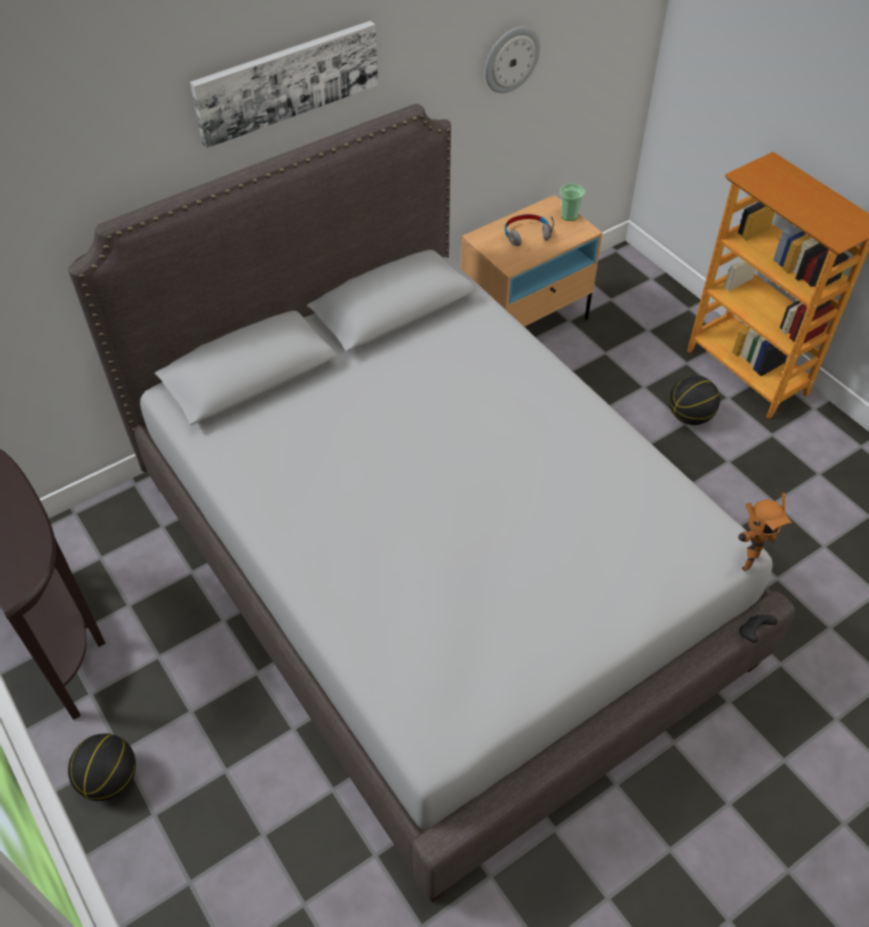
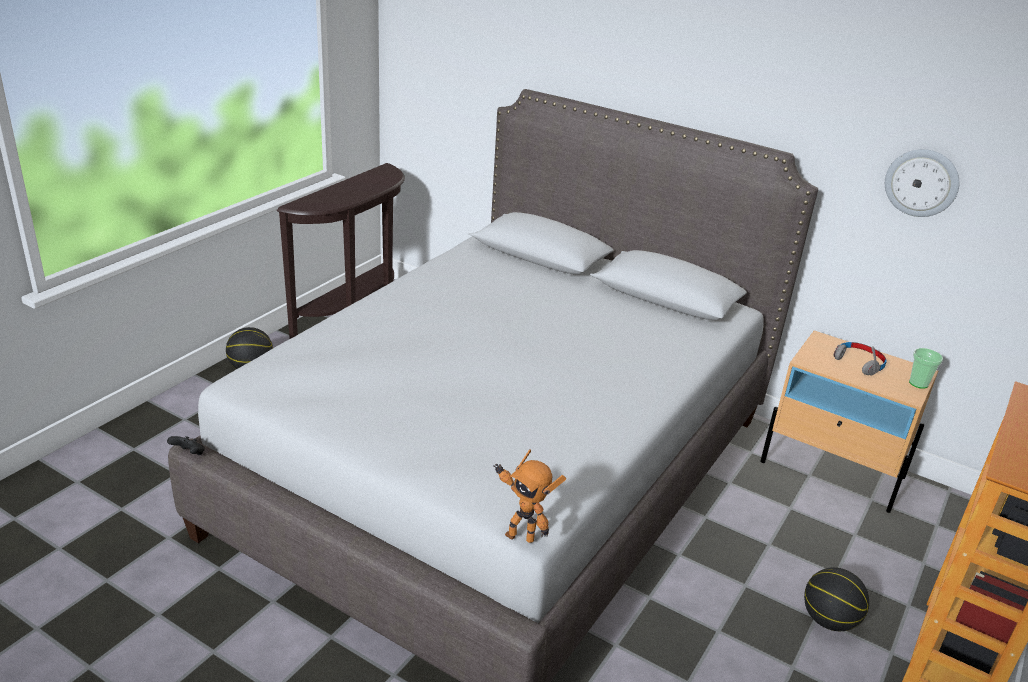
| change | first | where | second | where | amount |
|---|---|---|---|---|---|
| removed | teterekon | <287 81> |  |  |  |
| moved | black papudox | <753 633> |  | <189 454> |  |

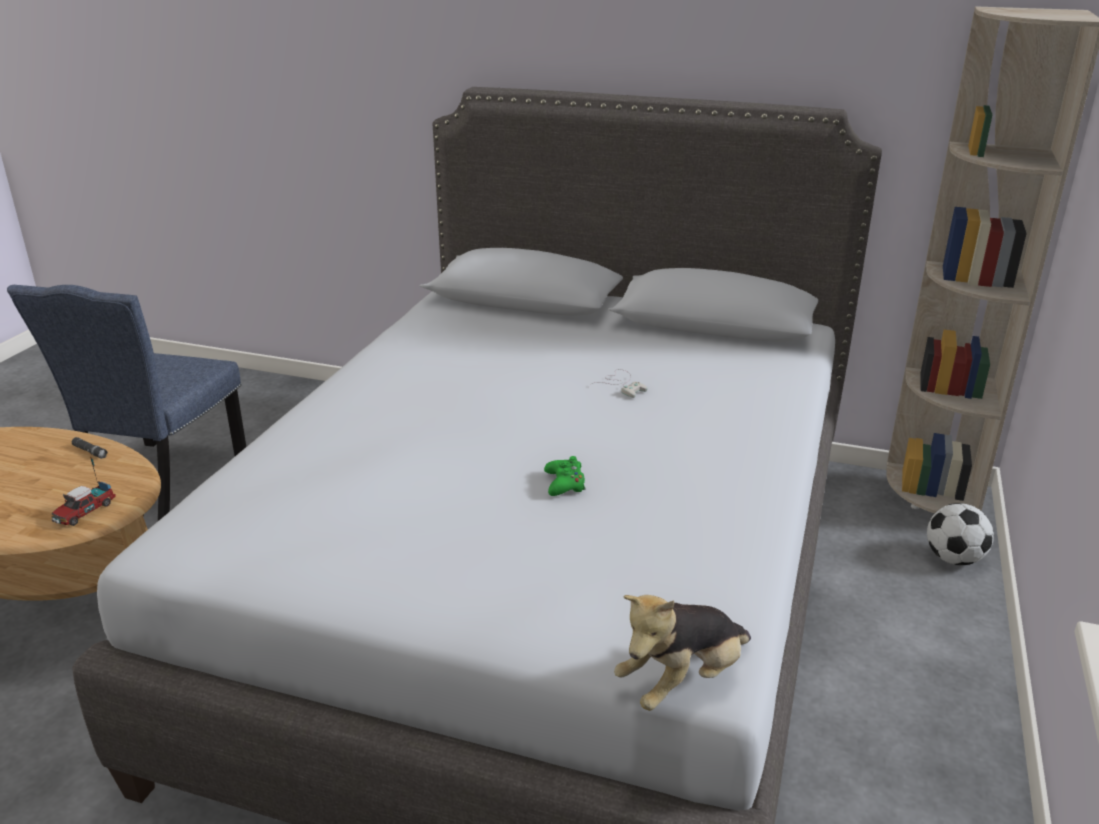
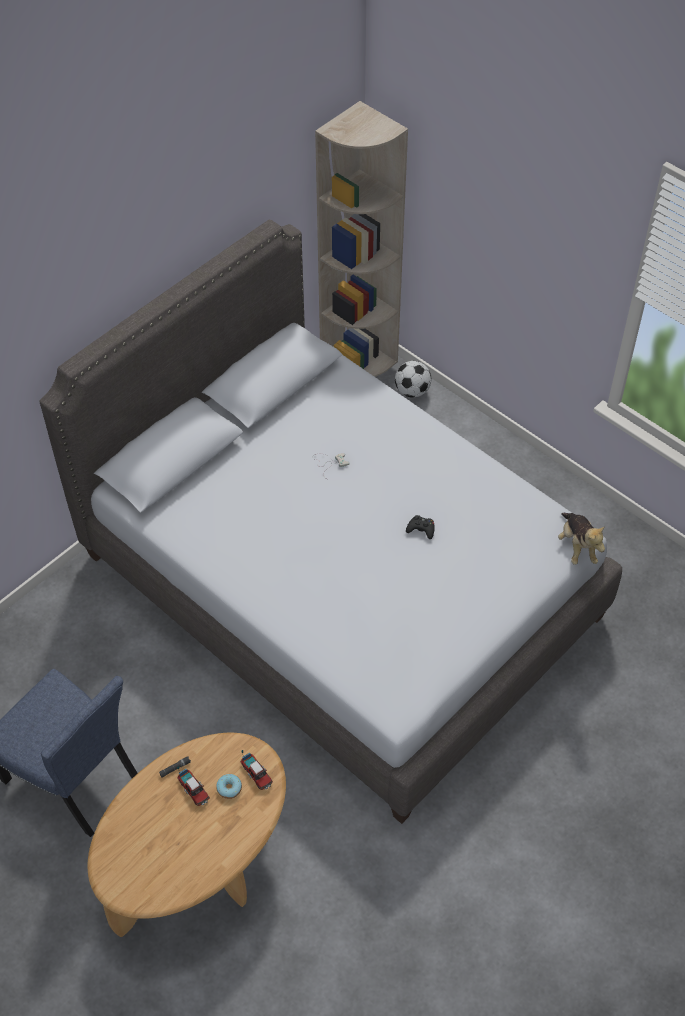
| change | first | where | second | where | amount |
|---|---|---|---|---|---|
| added |  |  | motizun | <194 790> |  |
| added |  |  | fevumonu | <229 788> |  |
| recoloured | green papudox | <565 484> | black papudox | <421 529> |  |

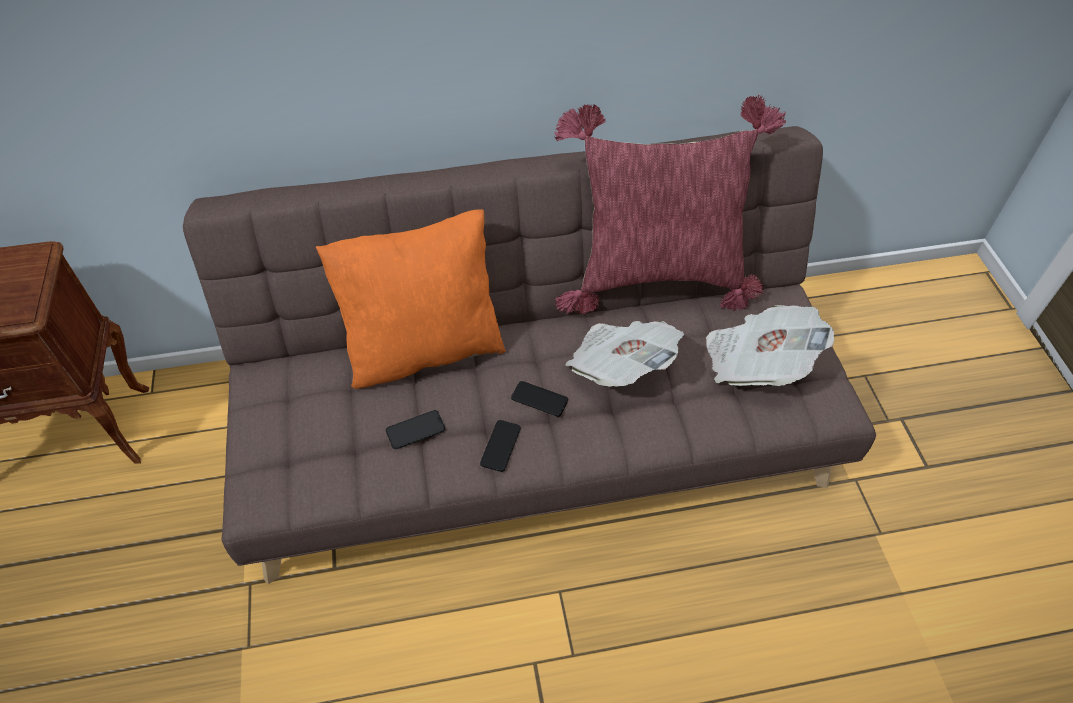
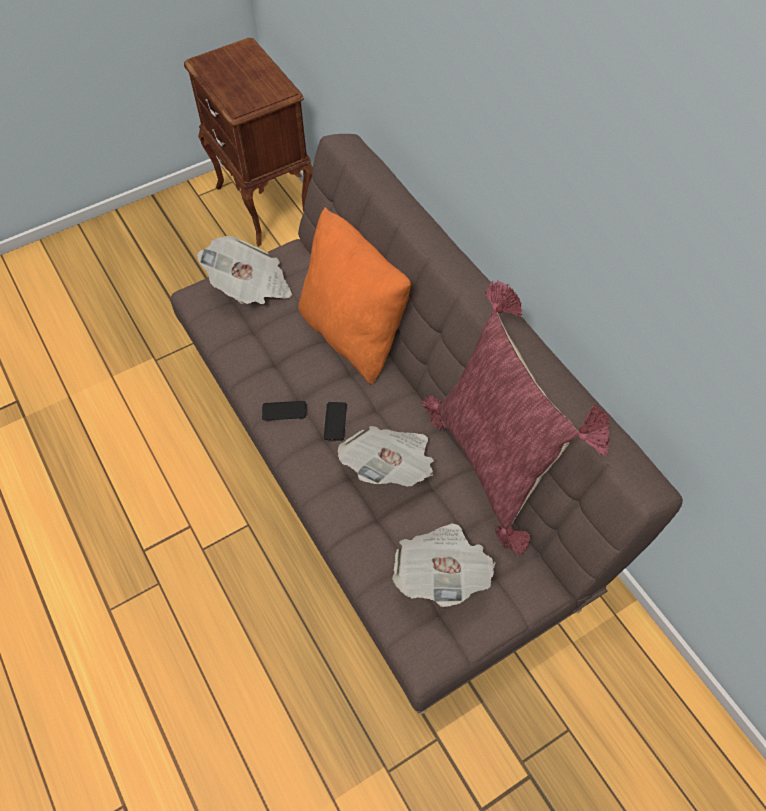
| change | first | where | second | where | amount |
|---|---|---|---|---|---|
| removed | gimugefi | <415 430> |  |  |  |
| added |  |  | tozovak | <250 287> |  |

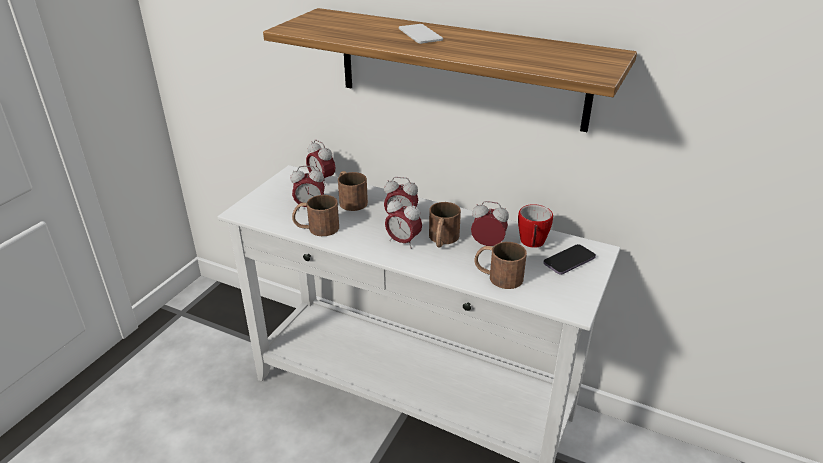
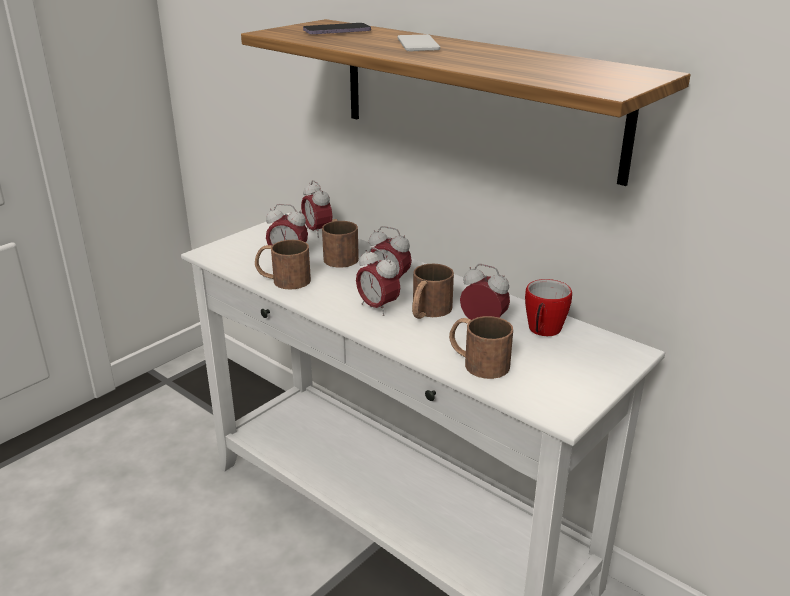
| change | first | where | second | where | amount |
|---|---|---|---|---|---|
| moved | gimugefi | <569 261> |  | <337 32> |  |

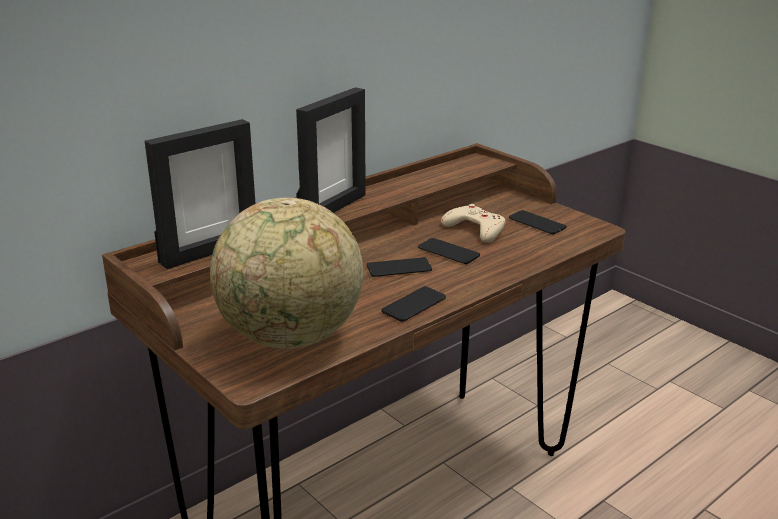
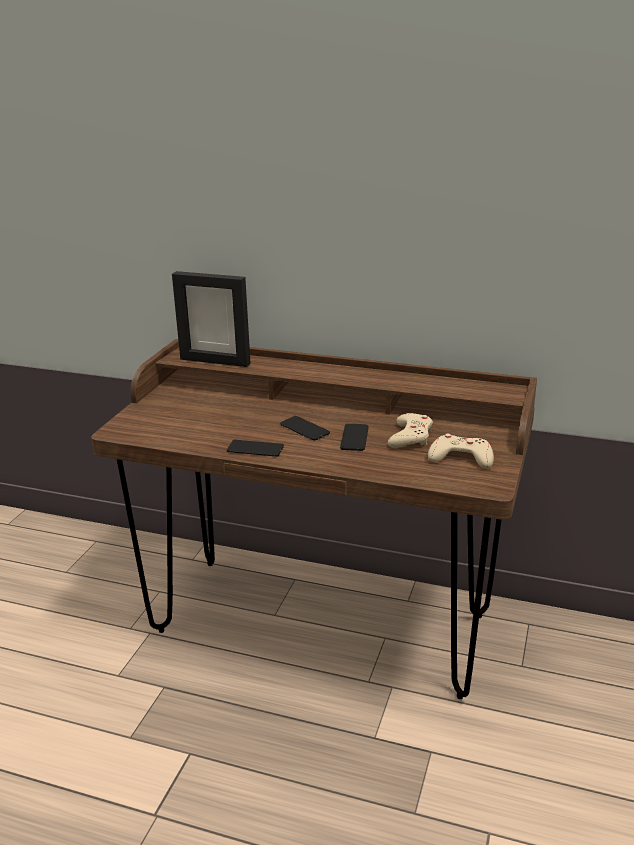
| change | first | where | second | where | amount |
|---|---|---|---|---|---|
| removed | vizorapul | <291 338> |  |  |  |
| removed | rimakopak | <332 207> |  |  |  |
| replaced | gimugefi | <537 223> | beige papudox | <461 457> |  |

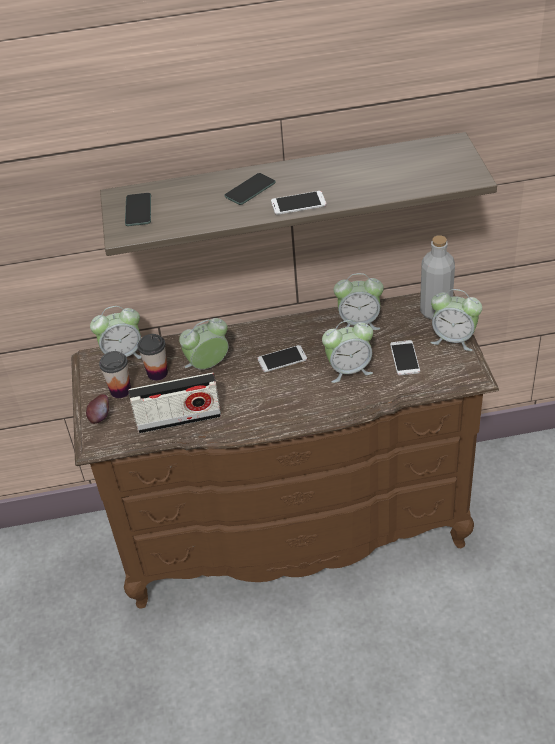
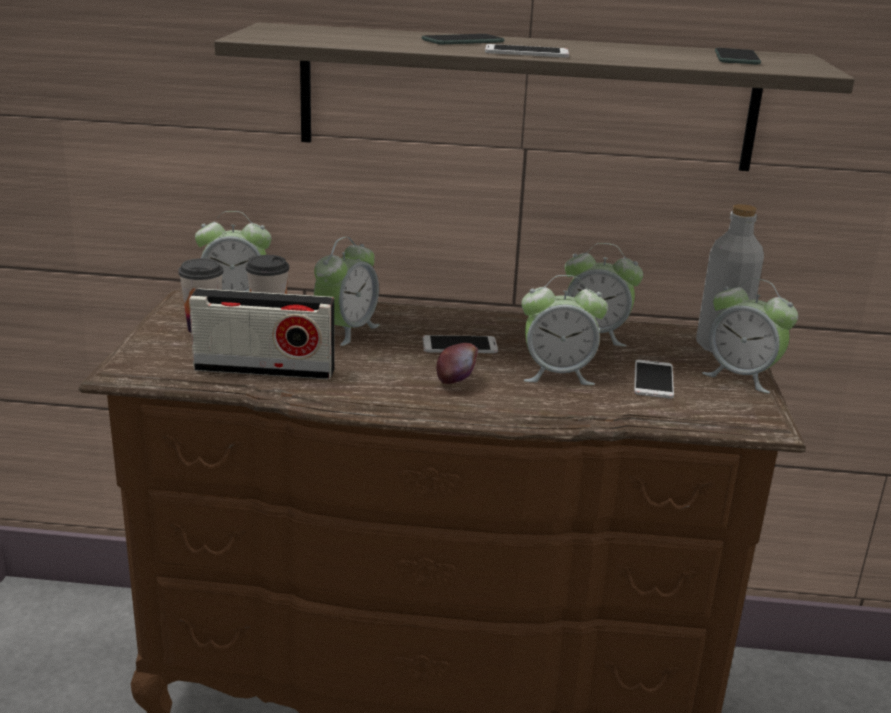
| change | first | where | second | where | amount |
|---|---|---|---|---|---|
| moved | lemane | <100 418> |  | <455 382> |  |
| moved | gimugefi | <138 210> |  | <736 58> |  |
| turned | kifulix | <208 365> |  | <346 331> | 135 degrees clockwise |

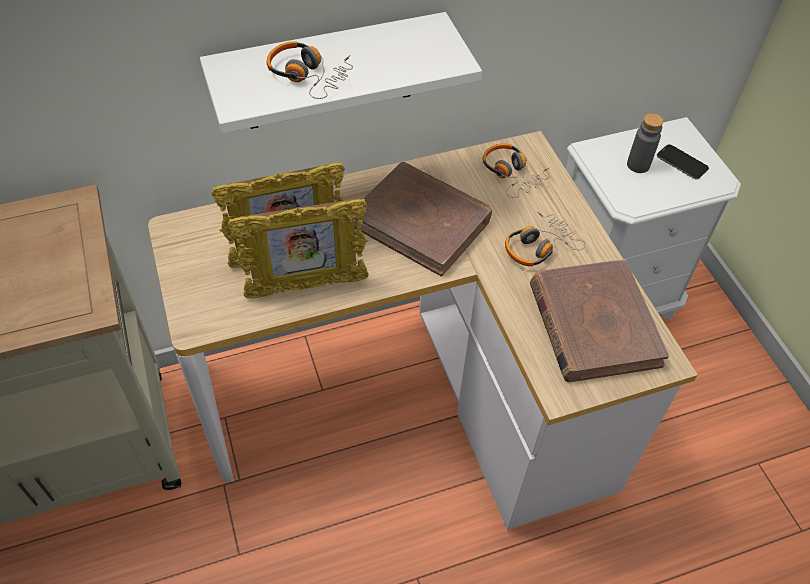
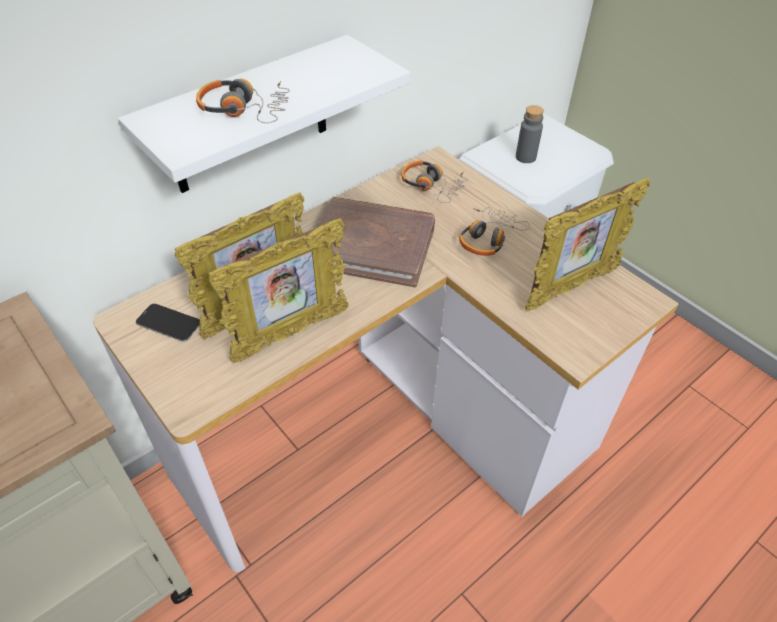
| change | first | where | second | where | amount |
|---|---|---|---|---|---|
| moved | gimugefi | <682 163> |  | <169 323> |  |
| replaced | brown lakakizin | <593 324> | rimakopak | <570 288> |  |

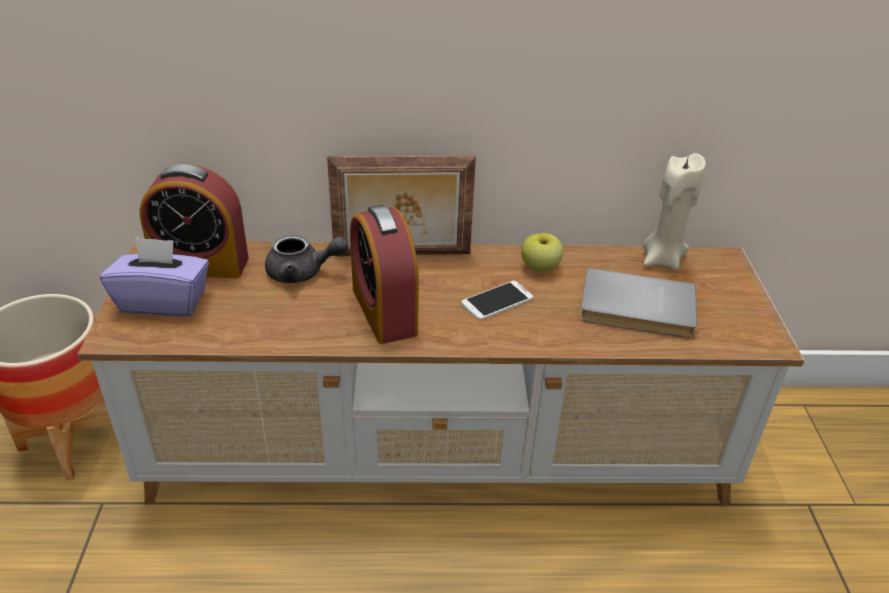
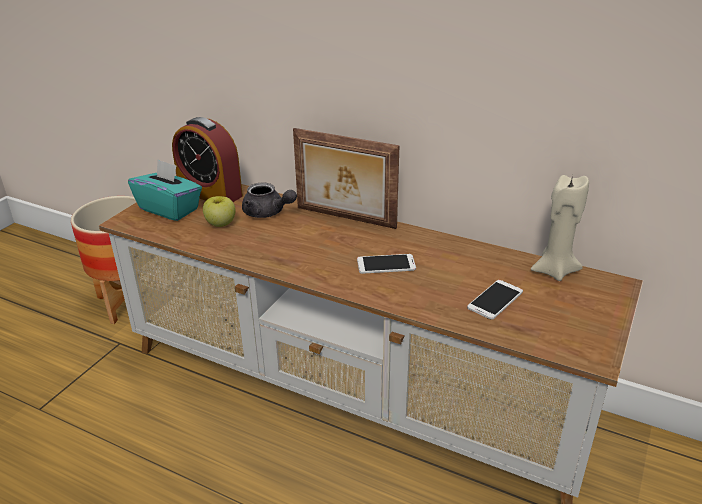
| change | first | where | second | where | amount |
|---|---|---|---|---|---|
| removed | kifulix | <384 311> |  |  |  |
| moved | lemane | <540 268> |  | <220 224> |  |
| replaced | grey lakakizin | <637 309> | gimugefi | <495 300> |  |
| recoloured | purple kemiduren | <164 301> | turquoise kemiduren | <169 209> |  |

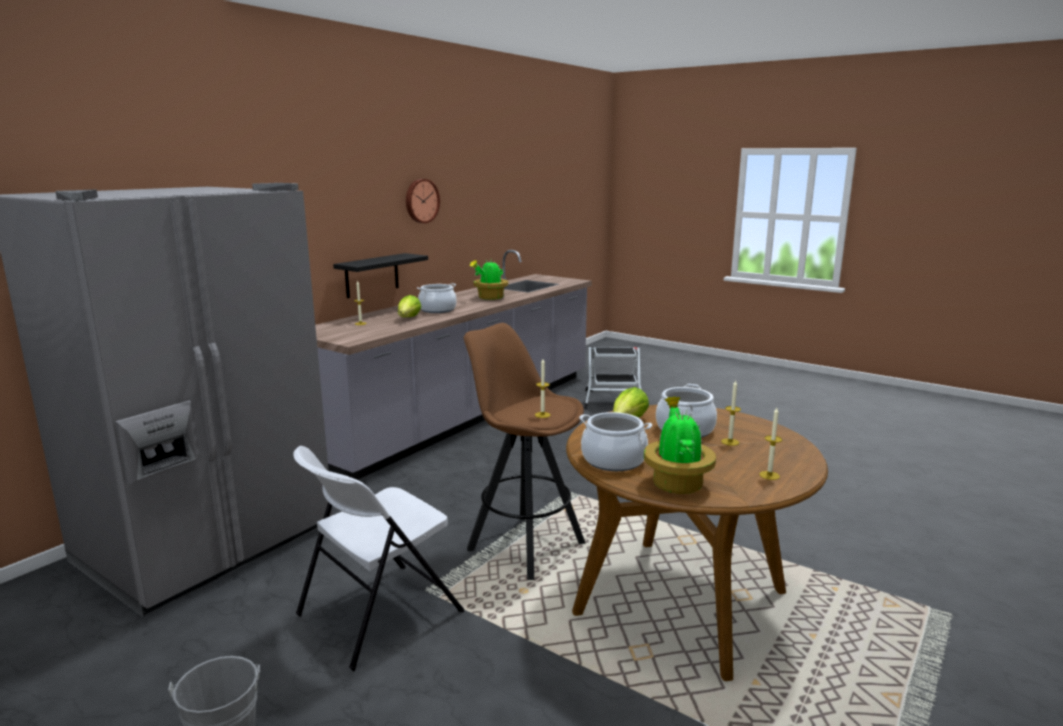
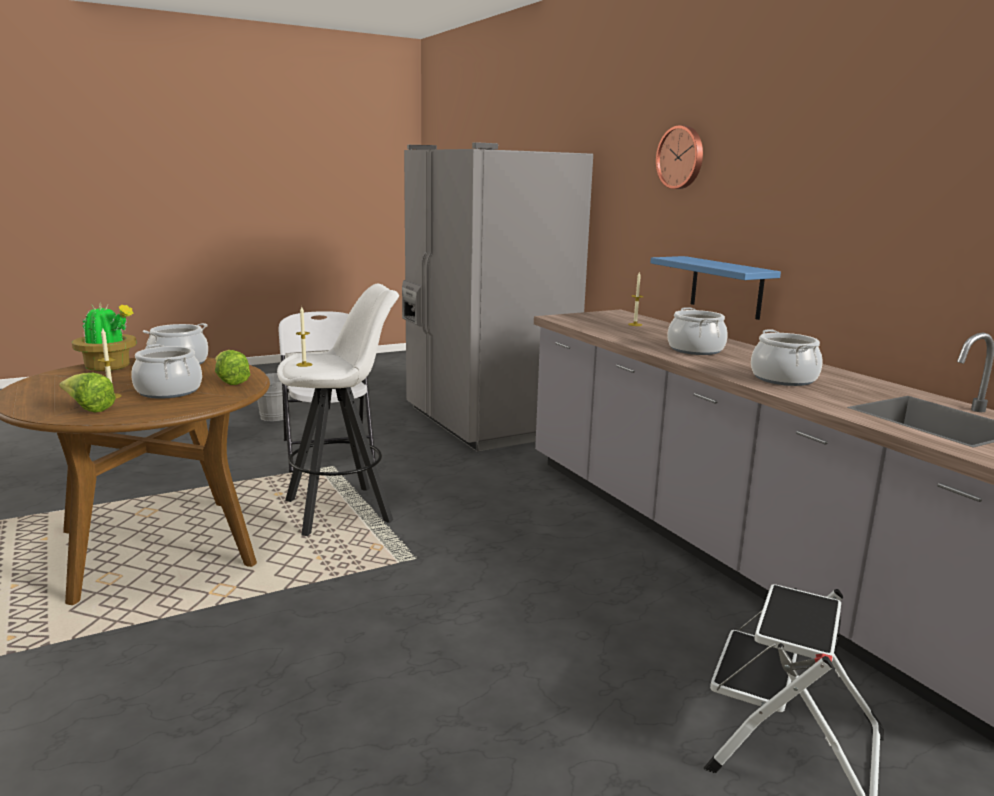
| change | first | where | second | where | amount |
|---|---|---|---|---|---|
| removed | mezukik | <769 475> |  |  |  |
| moved | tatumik | <408 318> |  | <88 409> |  |
| moved | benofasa | <421 201> |  | <681 157> |  |
| replaced | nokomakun | <489 298> | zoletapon | <783 379> |  |
| recoloured | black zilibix | <372 275> | blue zilibix | <726 287> |  |
| recoloured | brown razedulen | <523 544> | white razedulen | <342 510> |  |

